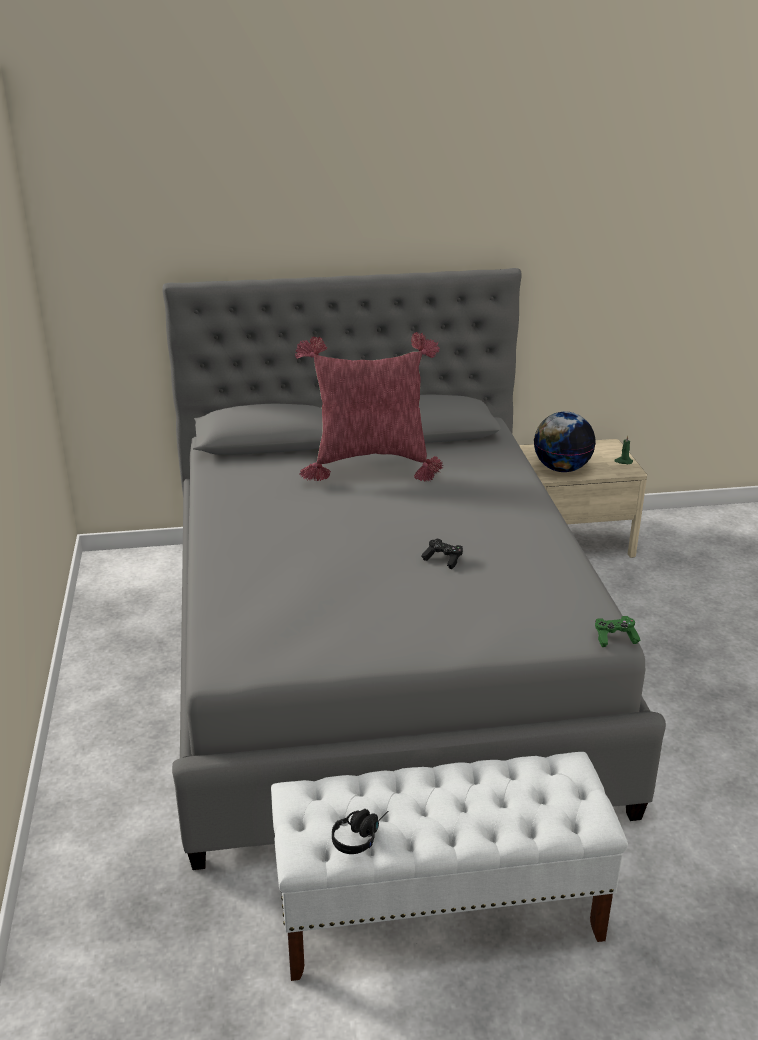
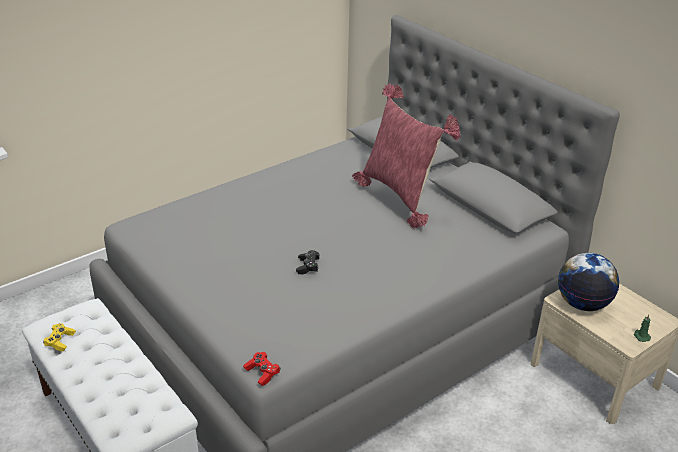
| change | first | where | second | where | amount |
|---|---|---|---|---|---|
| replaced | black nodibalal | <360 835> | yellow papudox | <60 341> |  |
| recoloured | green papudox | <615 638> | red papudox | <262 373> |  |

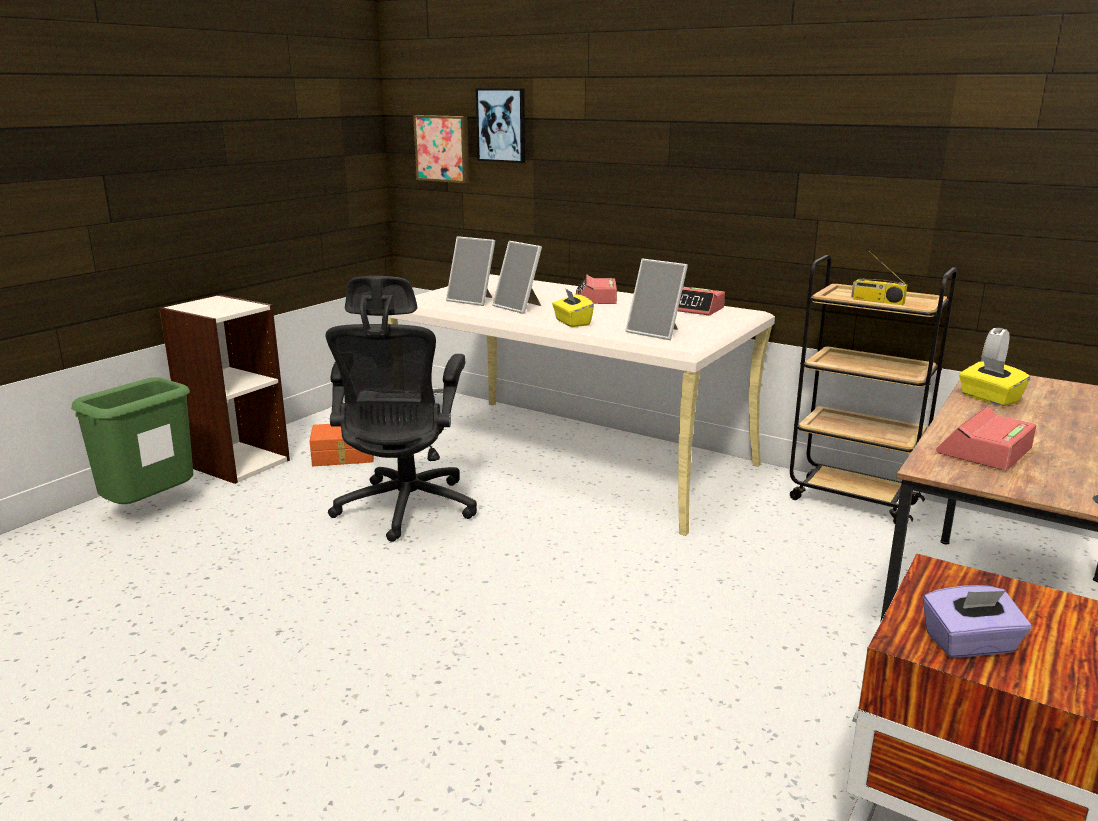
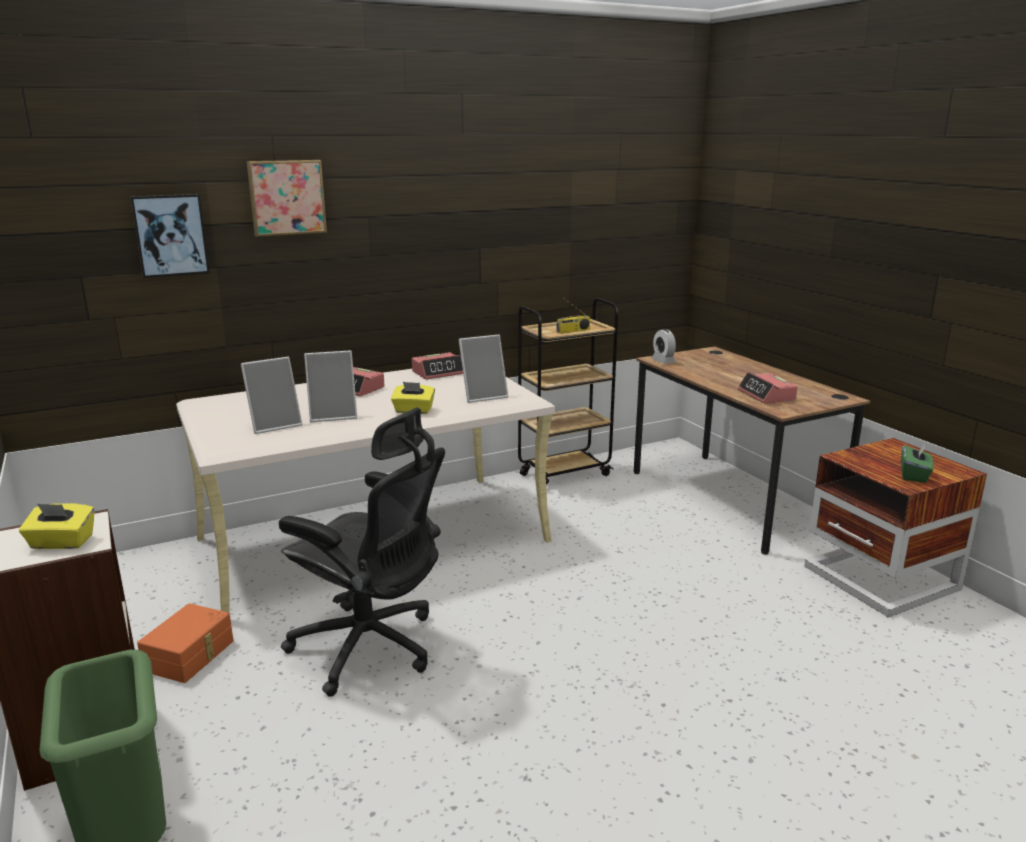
| change | first | where | second | where | amount |
|---|---|---|---|---|---|
| moved | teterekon | <443 148> |  | <286 197> |  |
| moved | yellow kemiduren | <989 399> |  | <61 543> |  |
| recoloured | purple kemiduren | <970 645> | green kemiduren | <914 475> |  |

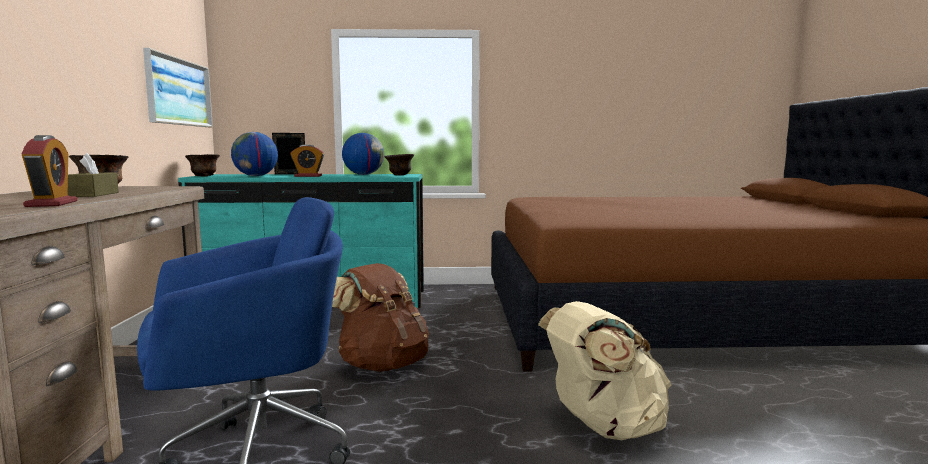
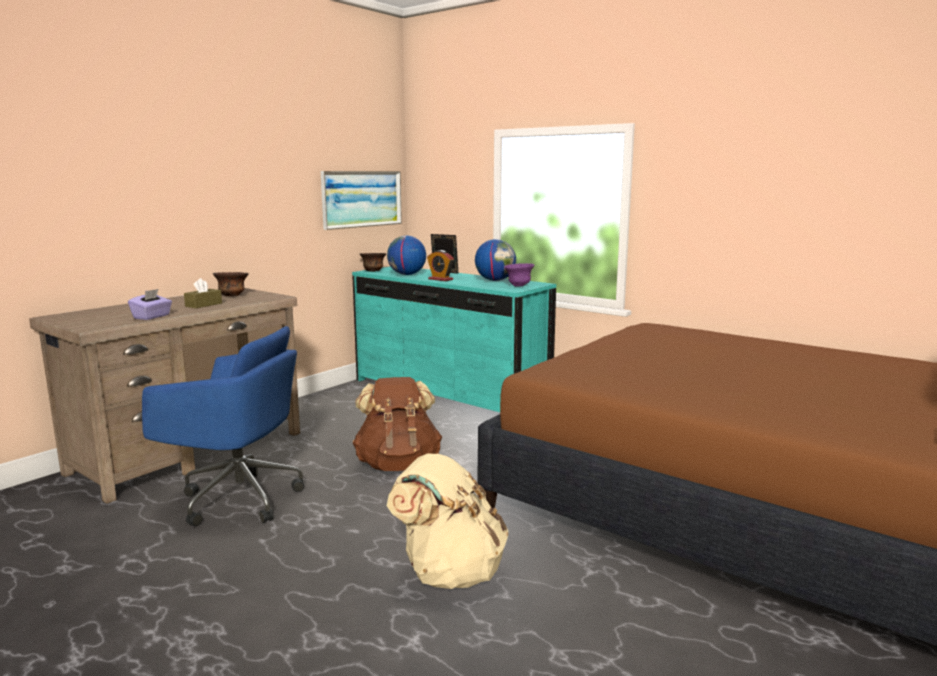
| change | first | where | second | where | amount |
|---|---|---|---|---|---|
| replaced | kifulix | <52 204> | purple kemiduren | <152 317> |  |
| recoloured | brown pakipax | <400 175> | purple pakipax | <518 286> |  |

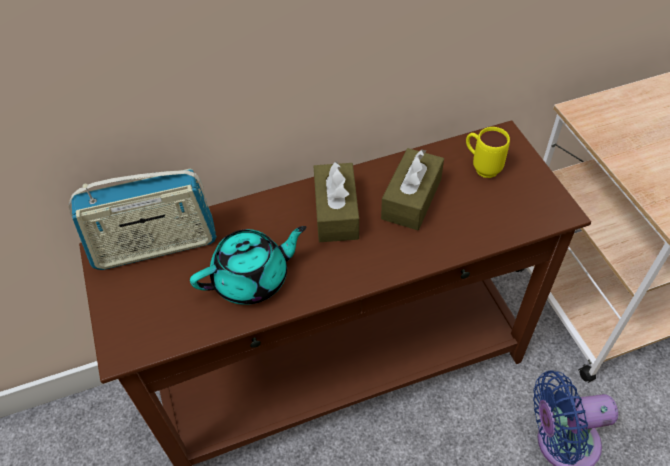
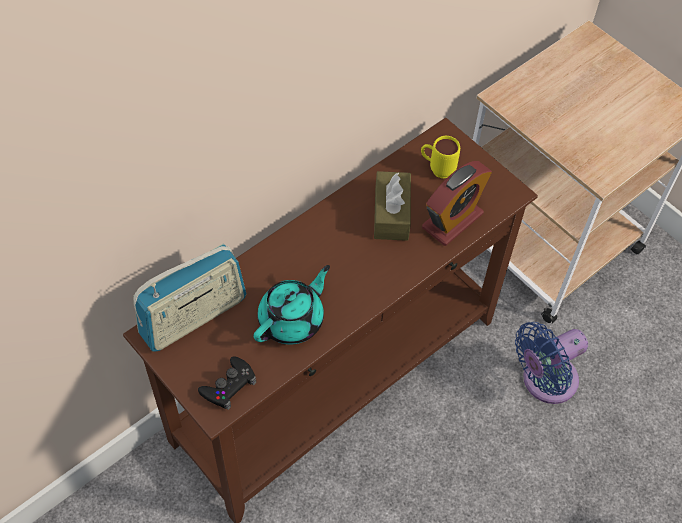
| change | first | where | second | where | amount |
|---|---|---|---|---|---|
| removed | brown kemiduren | <336 212> |  |  |  |
| added |  |  | black papudox | <229 386> |  |
| added |  |  | kifulix | <452 221> |  |

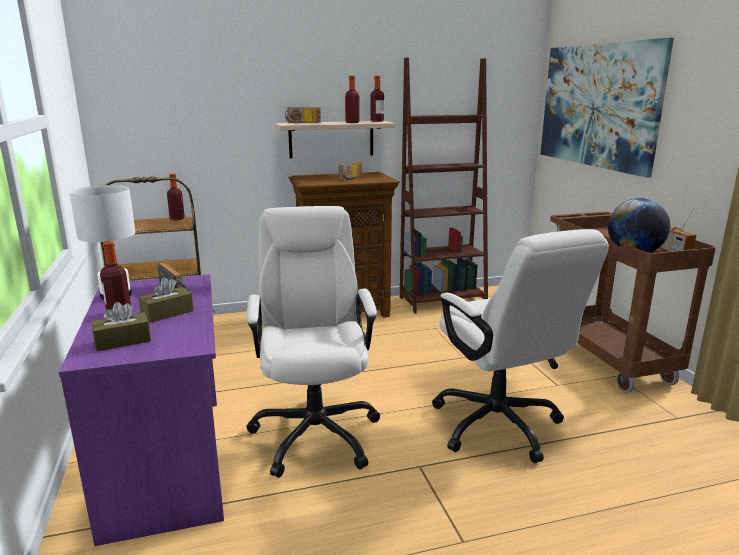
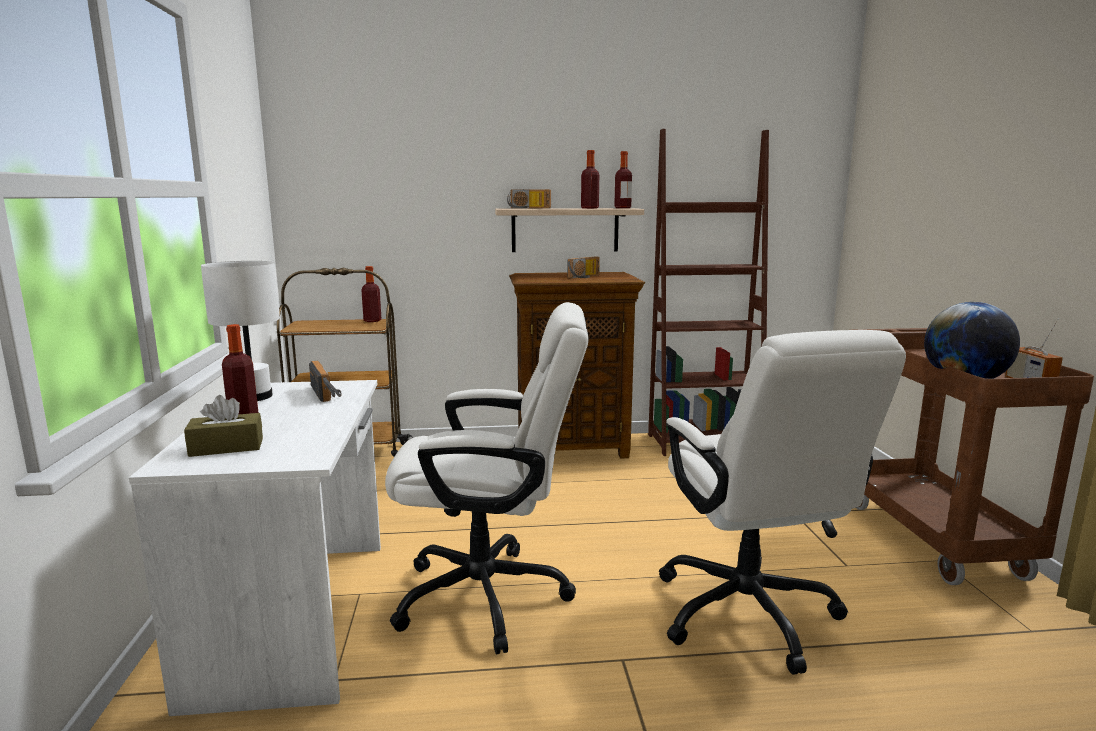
| change | first | where | second | where | amount |
|---|---|---|---|---|---|
| removed | brown kemiduren | <167 313> |  |  |  |
| removed | teterekon | <598 105> |  |  |  |
| recoloured | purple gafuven | <169 461> | white gafuven | <299 615> |  |
| turned | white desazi | <315 432> |  | <492 597> | 90 degrees clockwise |

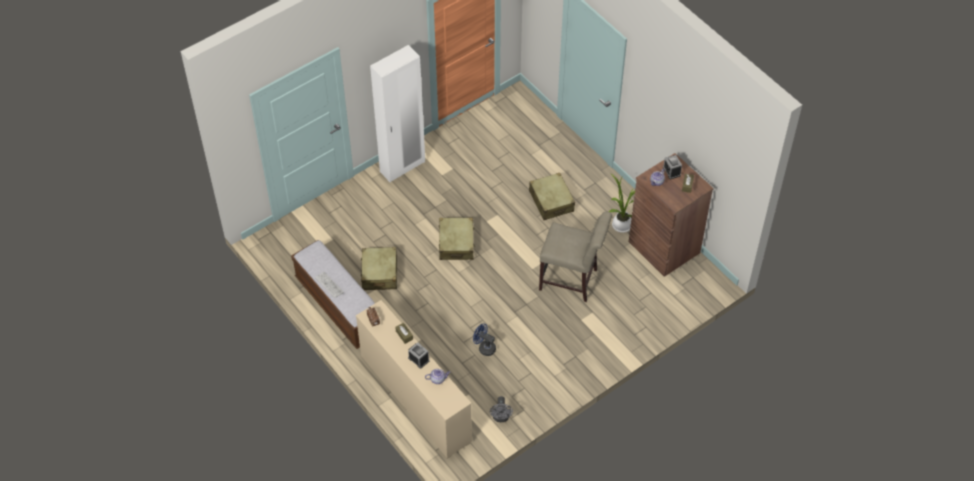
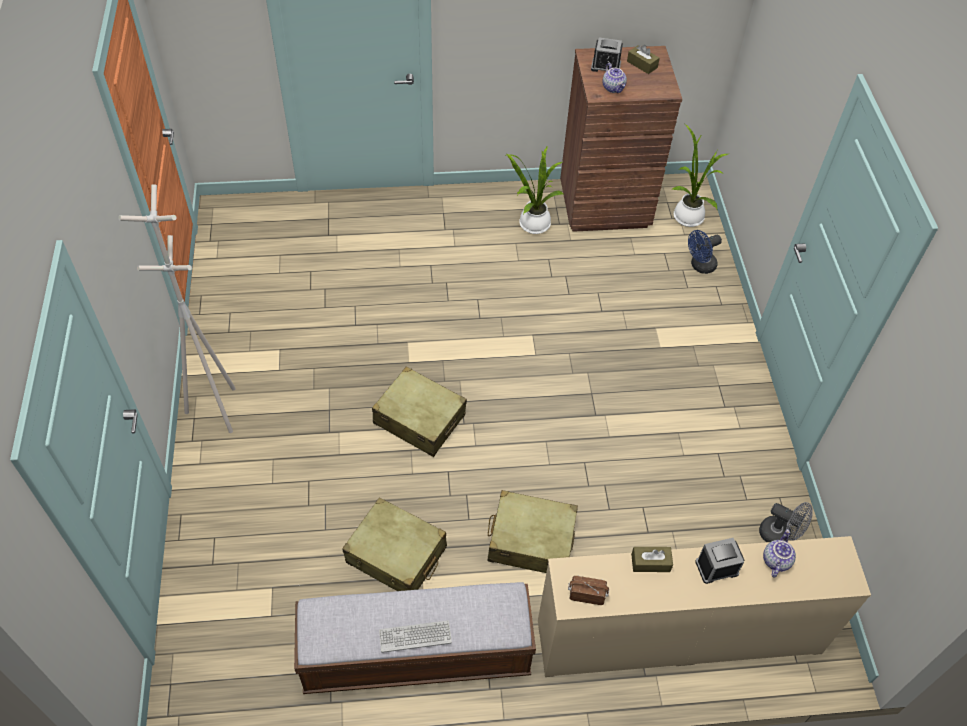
| change | first | where | second | where | amount |
|---|---|---|---|---|---|
| removed | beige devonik | <572 281> |  |  |  |
| added |  |  | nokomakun | <687 215> |  |
| moved | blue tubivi | <484 347> |  | <700 266> |  |
| moved | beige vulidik | <551 201> |  | <531 540> |  |
| replaced | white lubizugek | <402 167> | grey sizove | <217 410> |  |

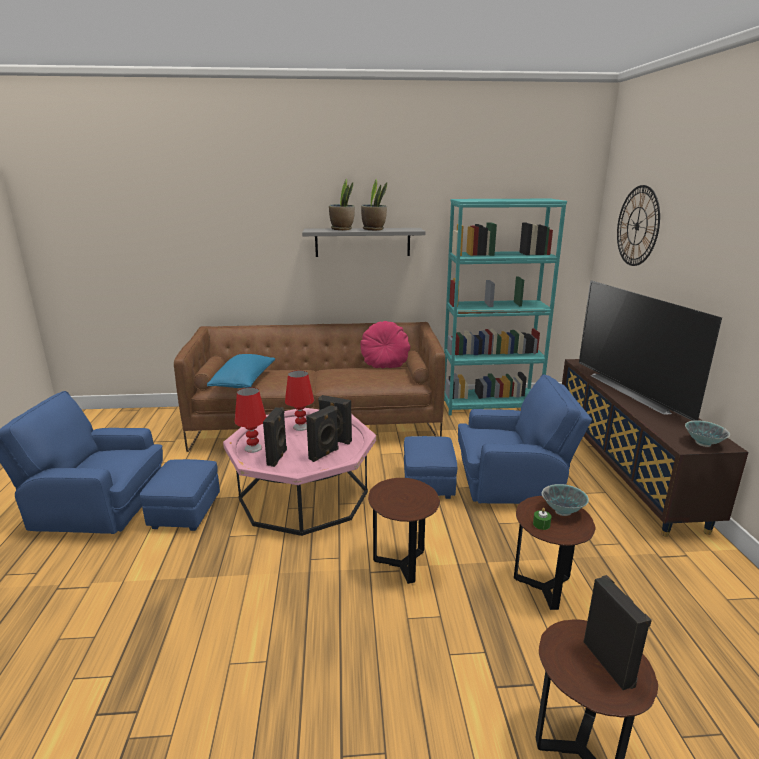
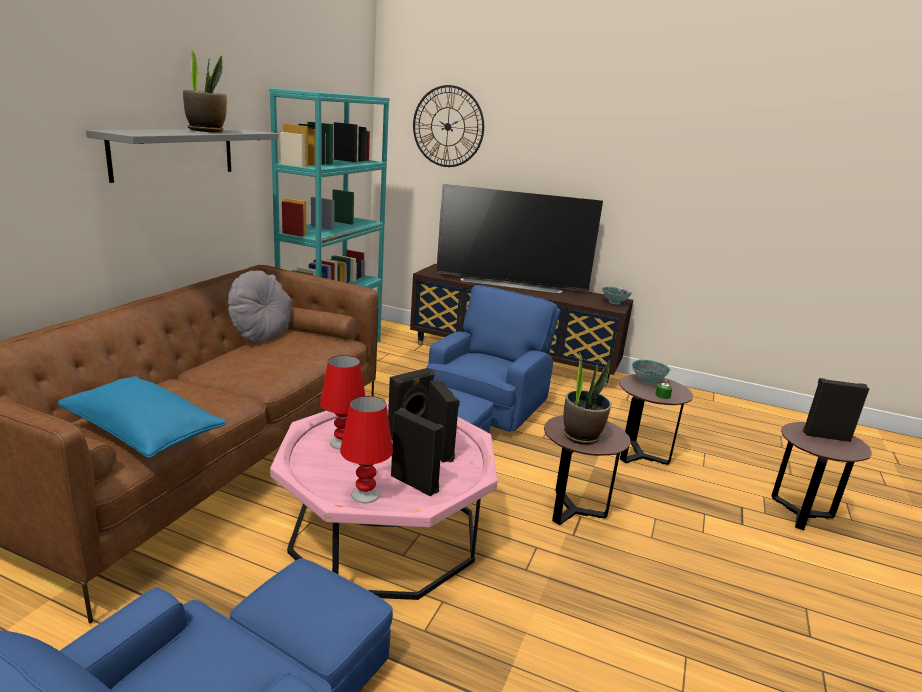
| change | first | where | second | where | amount |
|---|---|---|---|---|---|
| moved | nokomakun | <342 229> |  | <581 436> |  |
| recoloured | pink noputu | <385 366> | grey noputu | <261 337> |  |

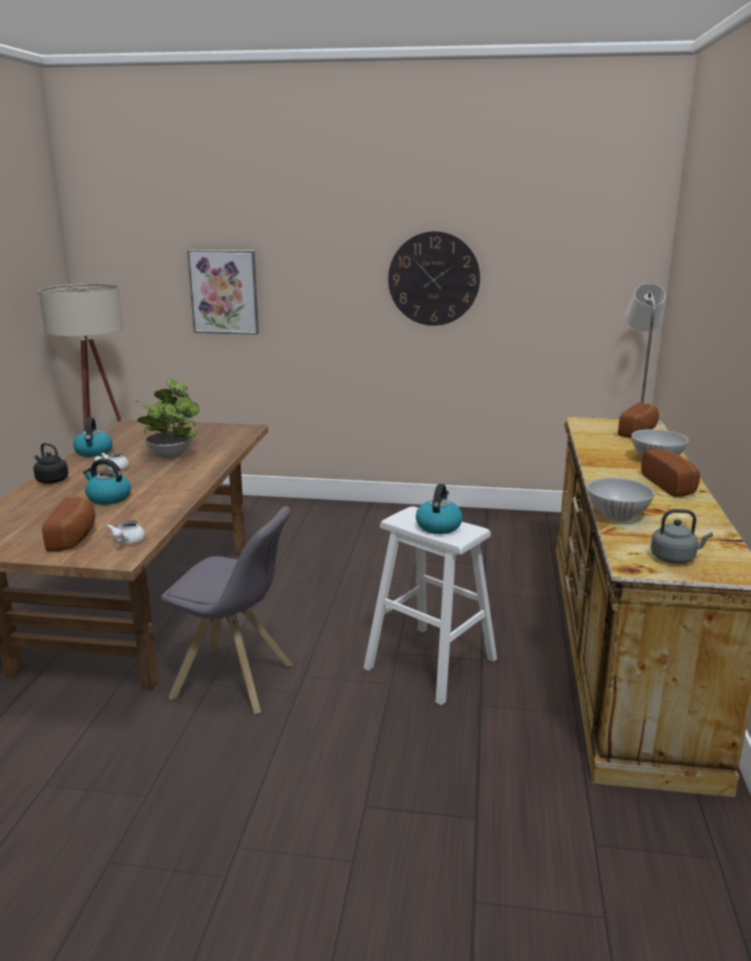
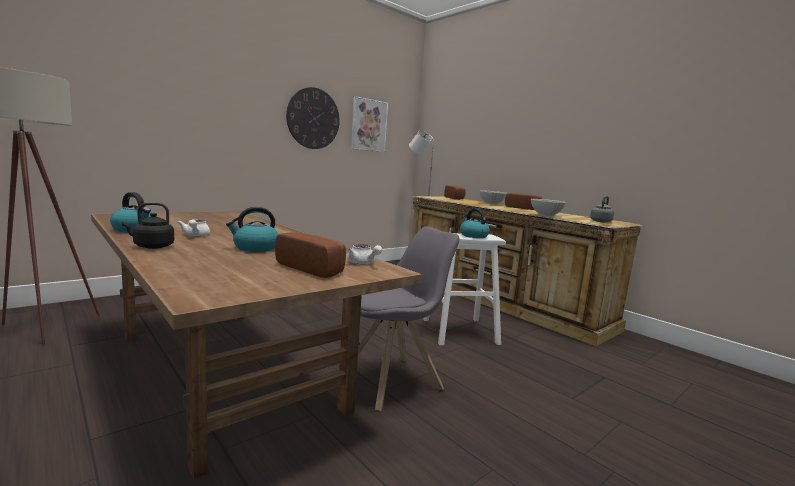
| change | first | where | second | where | amount |
|---|---|---|---|---|---|
| removed | nokomakun | <171 454> |  |  |  |
| moved | teterekon | <224 292> |  | <368 125> |  |

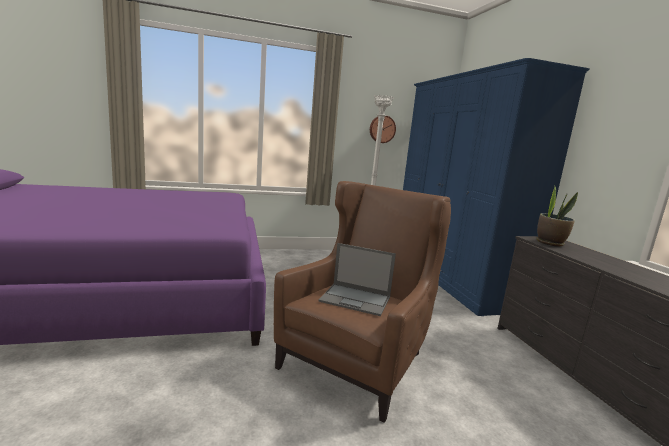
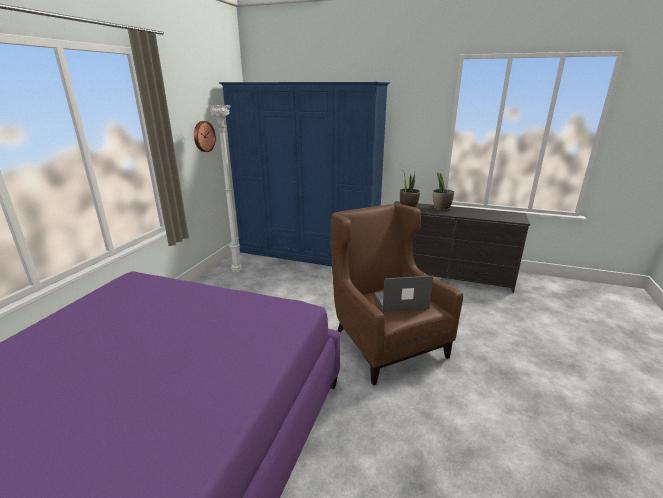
| change | first | where | second | where | amount |
|---|---|---|---|---|---|
| added |  |  | nokomakun | <441 208> |  |
| turned | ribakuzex | <356 299> |  | <400 301> | 150 degrees counterclockwise |

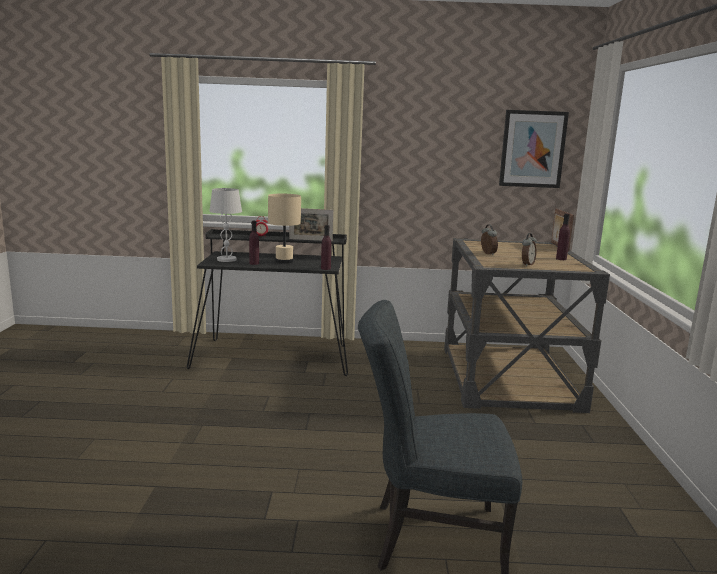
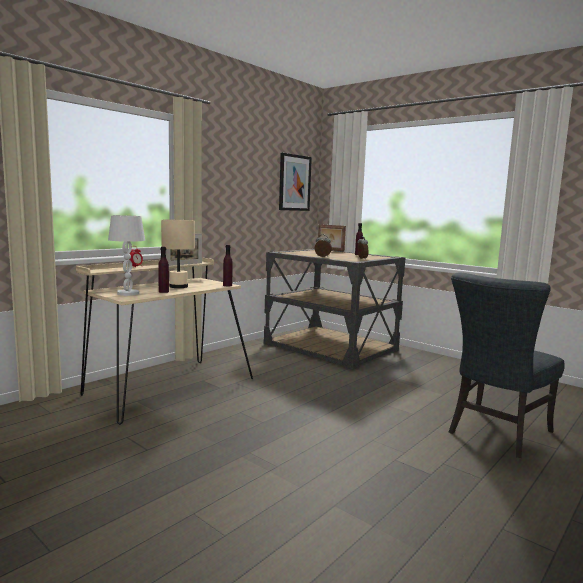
| change | first | where | second | where | amount |
|---|---|---|---|---|---|
| recoloured | black gafuven | <274 356> | beige gafuven | <167 386> |  |

